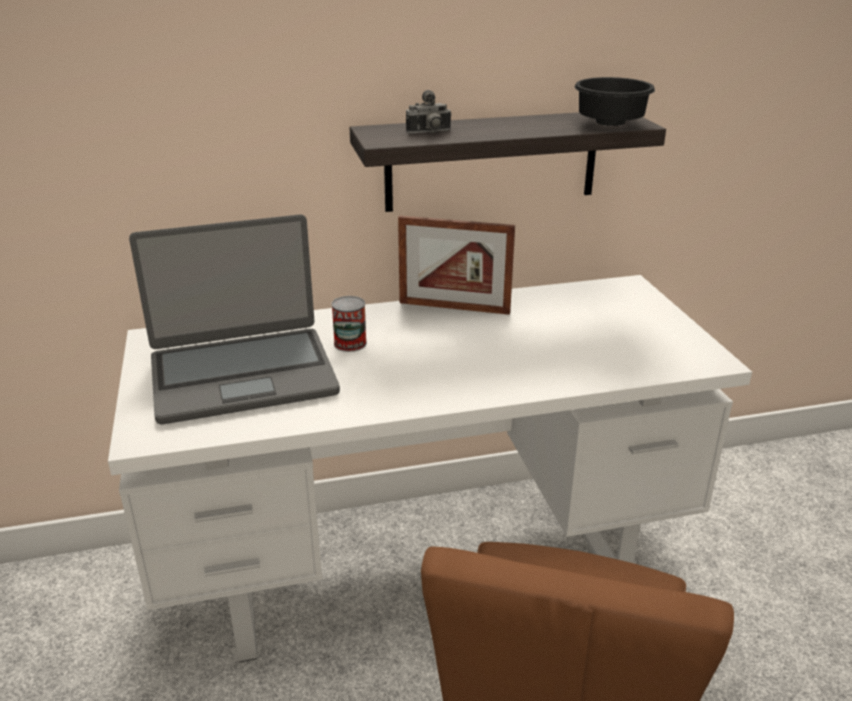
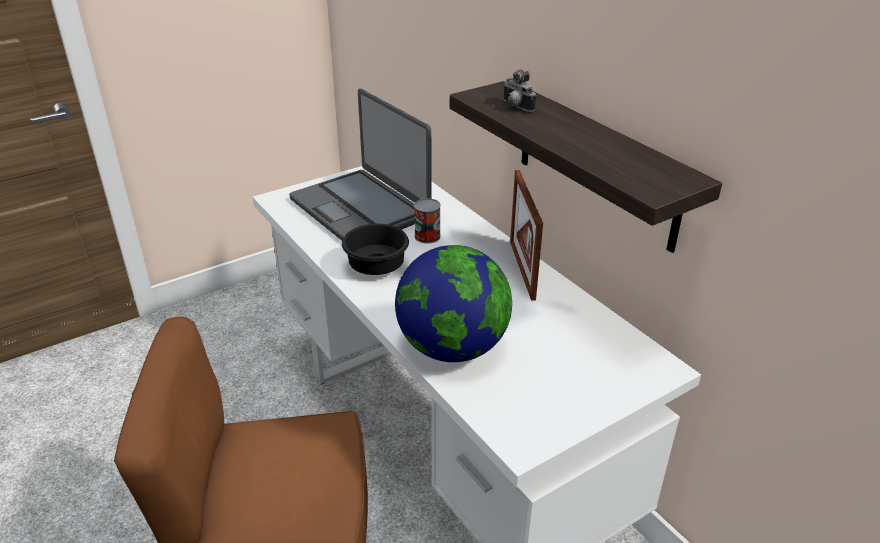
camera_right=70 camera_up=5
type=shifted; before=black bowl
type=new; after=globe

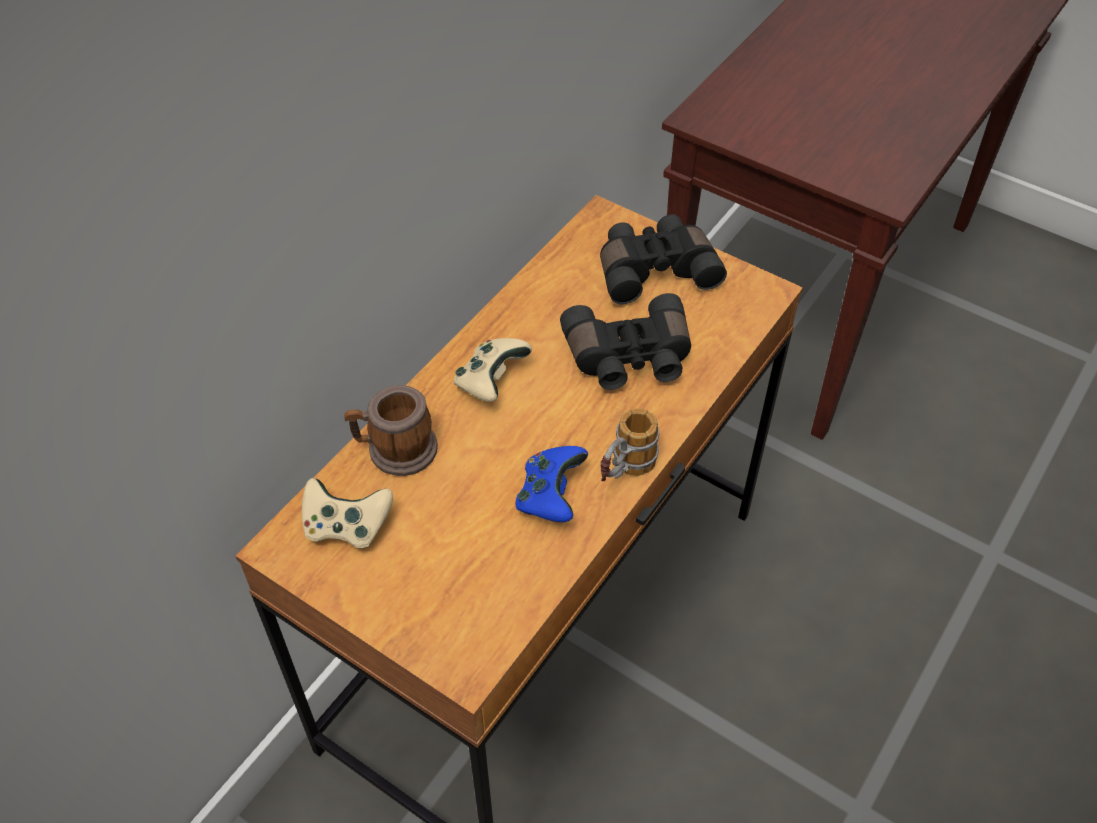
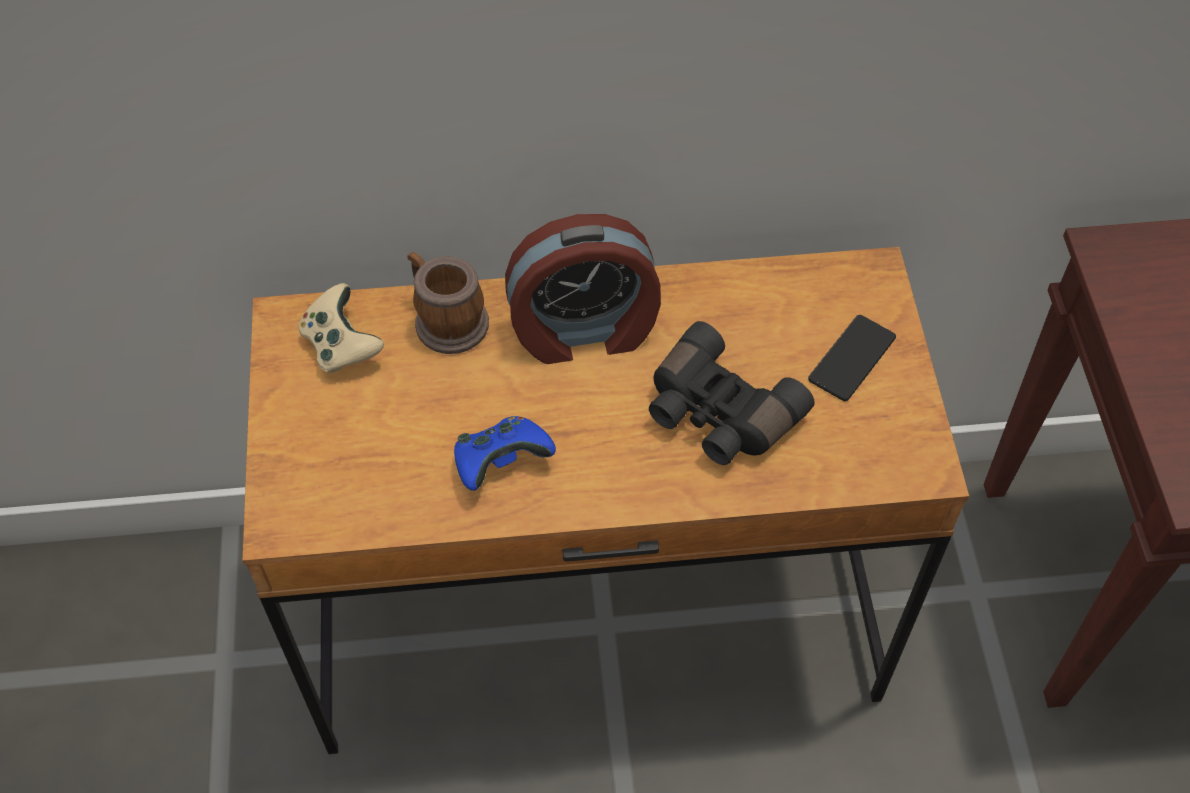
camera_right=50 camera_up=5
type=swapped; before=beige game controller (no. 2 from left); after=alarm clock
type=swapped; before=black binoculars (no. 2 from left); after=phone
type=gone; before=mug (no. 2 from left)

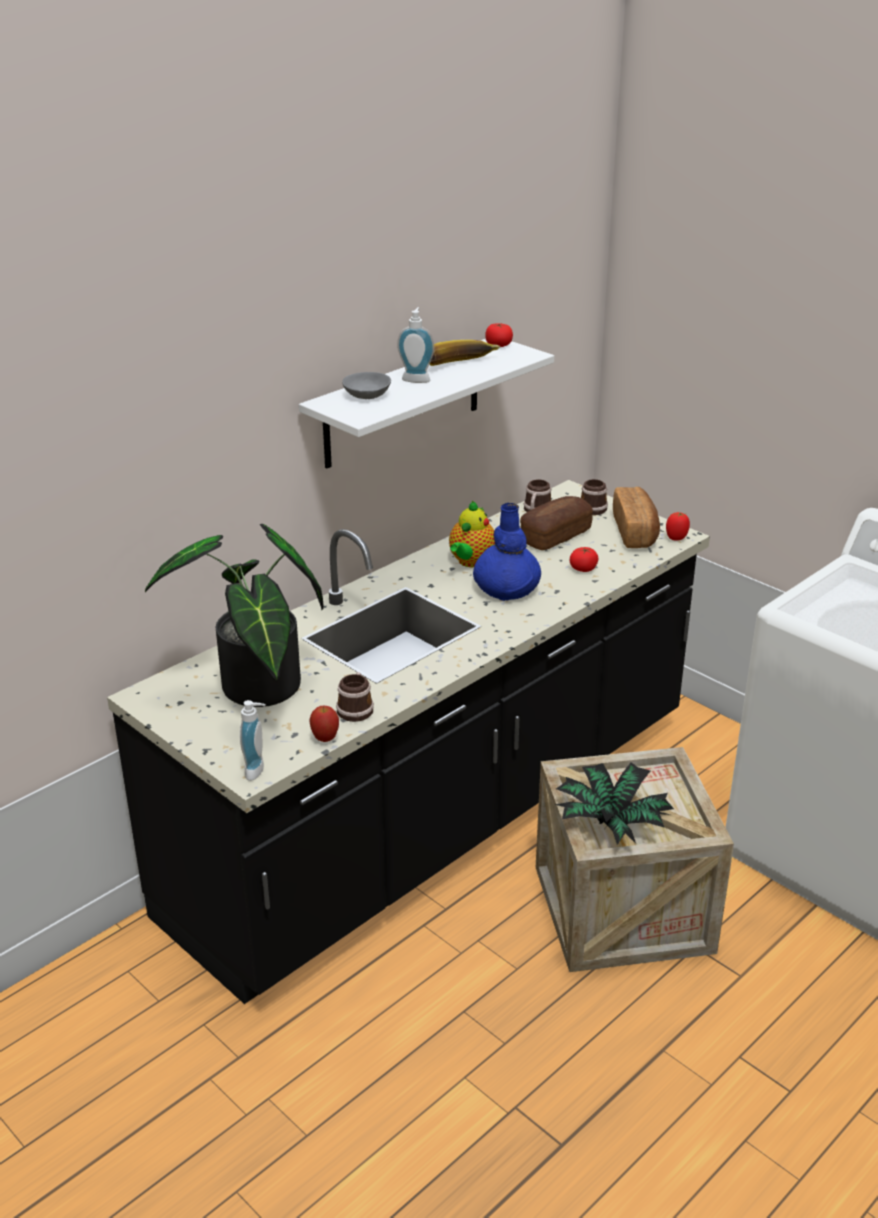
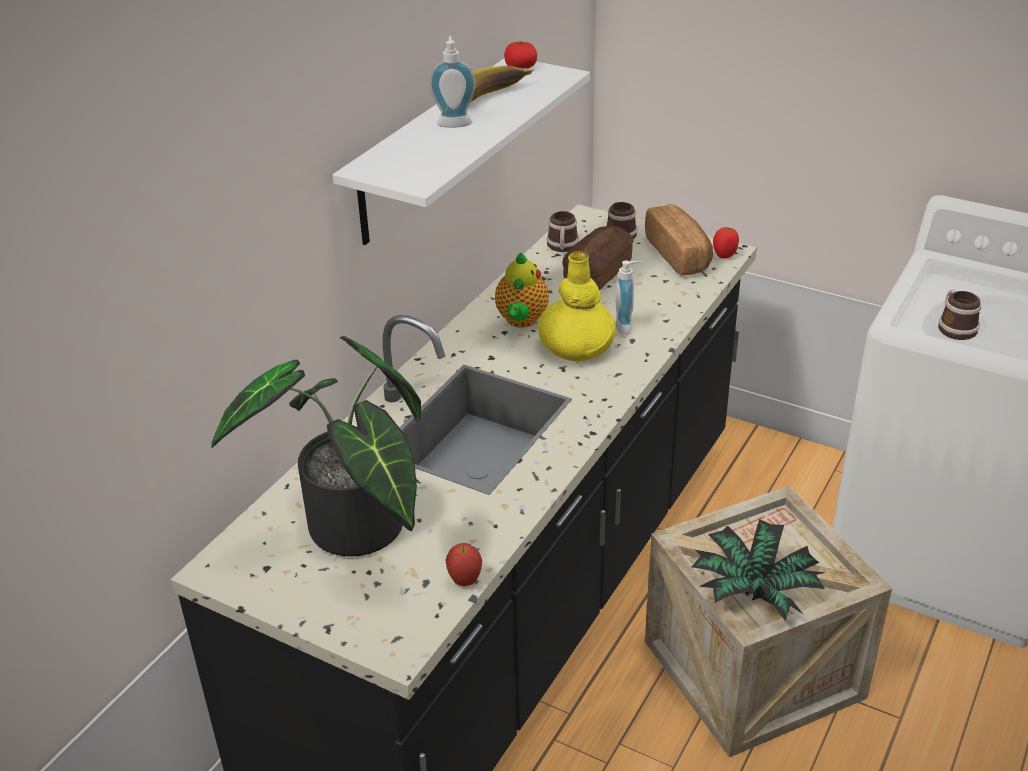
camera_right=-15 camera_up=5
type=shifted; before=soap dispenser (no. 1 from left in the first image); after=soap dispenser (no. 2 from left)
type=shifted; before=mug (no. 1 from left in the first image); after=mug (no. 3 from left)
type=gone; before=grey bowl
type=repainted; before=blue vase; after=yellow vase
type=gone; before=tomato (no. 2 from left)

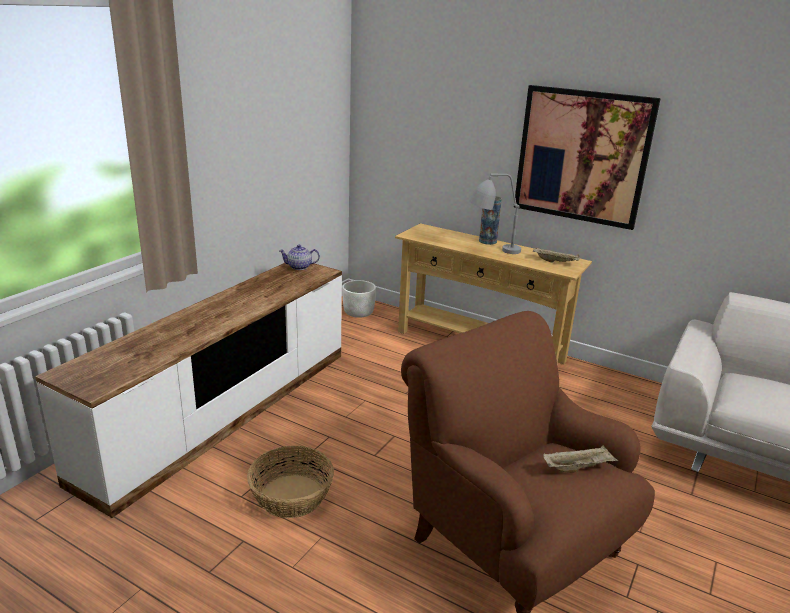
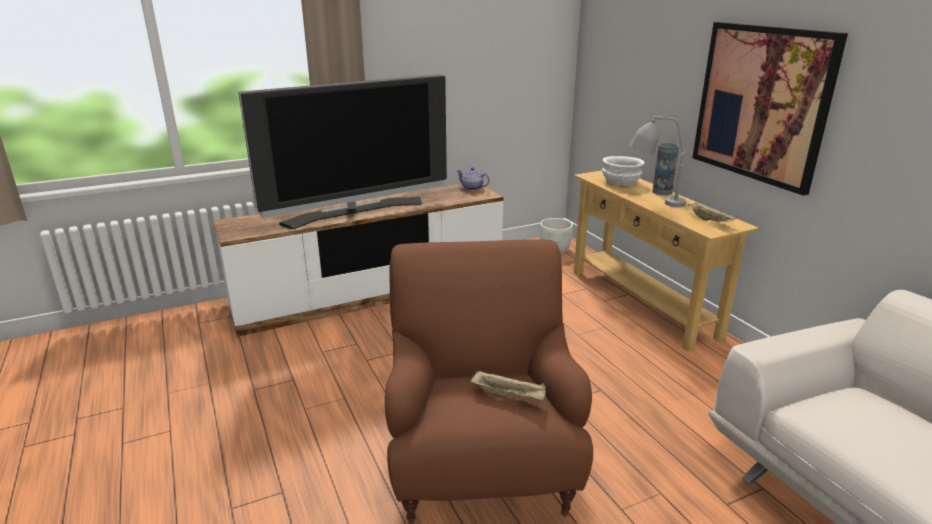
camera_right=35 camera_up=0
type=gone; before=basket
type=new; after=television
type=new; after=white bowl

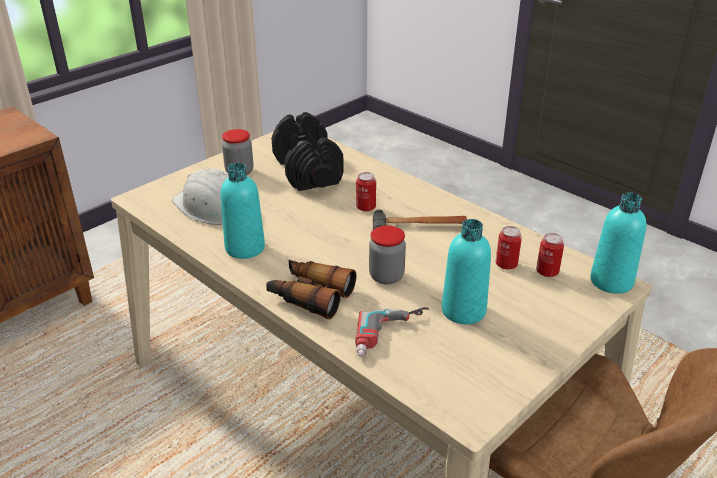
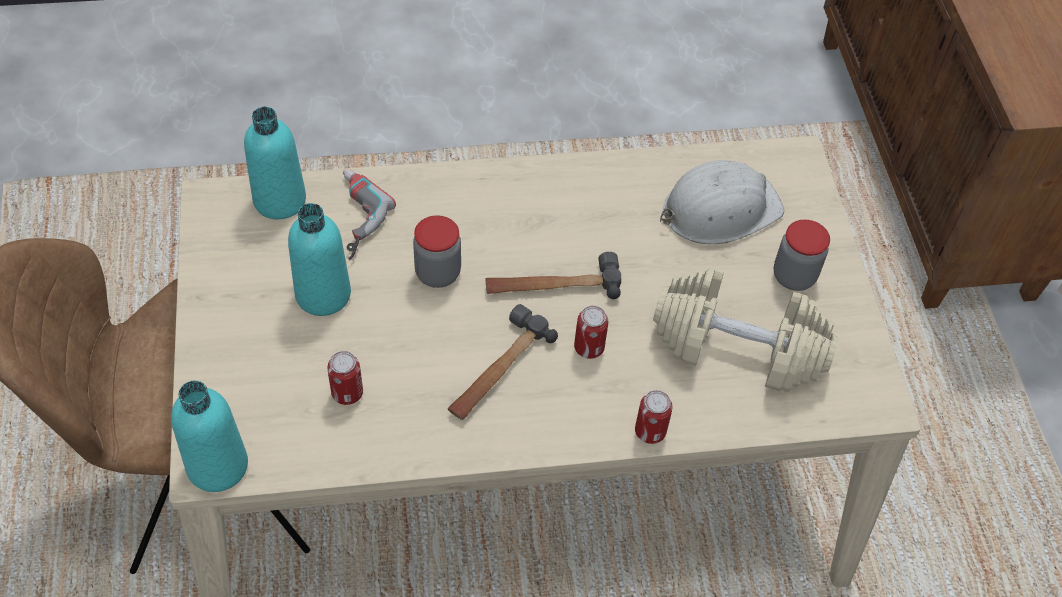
camera_right=125 camera_up=20
type=shifted; before=turquoise bottle (no. 1 from left in the first image); after=turquoise bottle (no. 2 from left)
type=gone; before=binoculars
type=repainted; before=black dumbbell; after=beige dumbbell
type=shifted; before=can (no. 3 from left)
type=new; after=hammer (no. 2 from left)

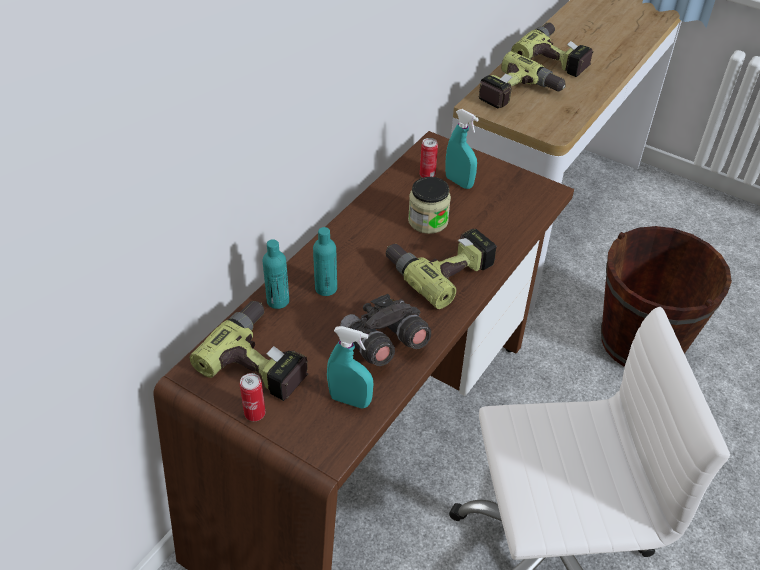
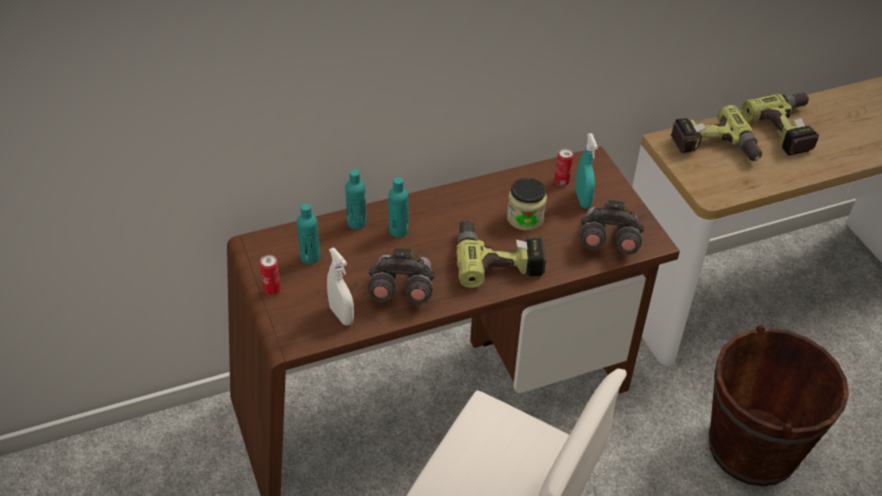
camera_right=35 camera_up=0
type=swapped; before=power drill (no. 1 from left); after=turquoise bottle (no. 1 from left)
type=repainted; before=turquoise spray bottle (no. 1 from left); after=white spray bottle
type=new; after=grey binoculars (no. 2 from left)

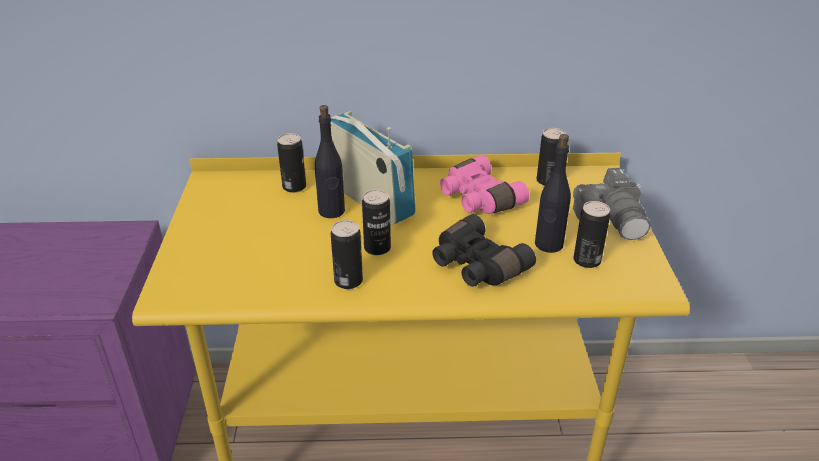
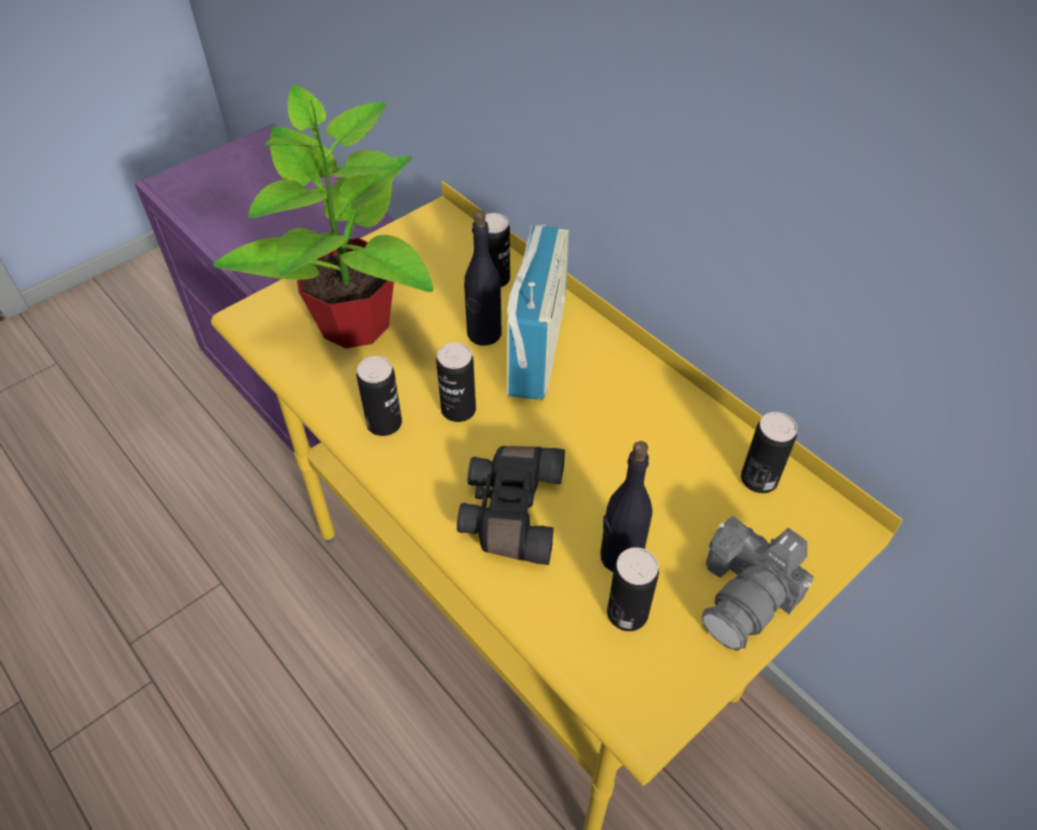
camera_right=50 camera_up=15
type=gone; before=pink binoculars
type=new; after=potted plant

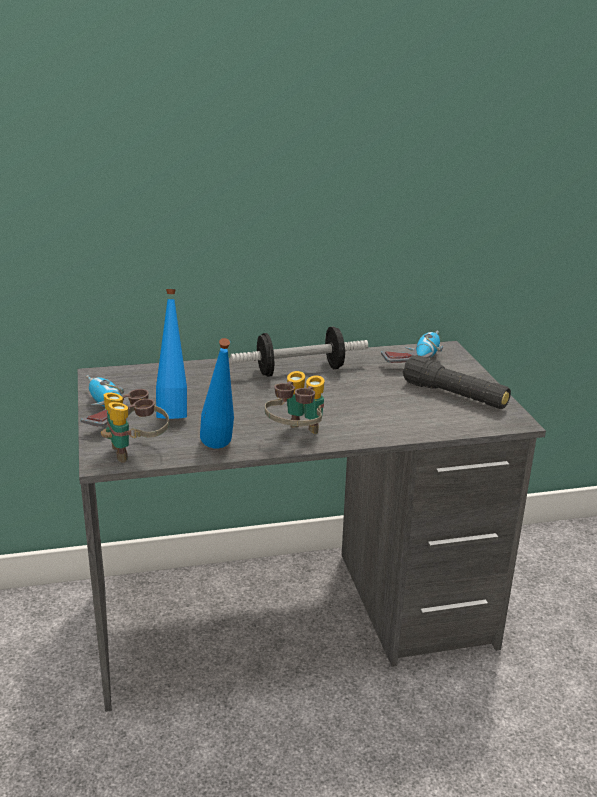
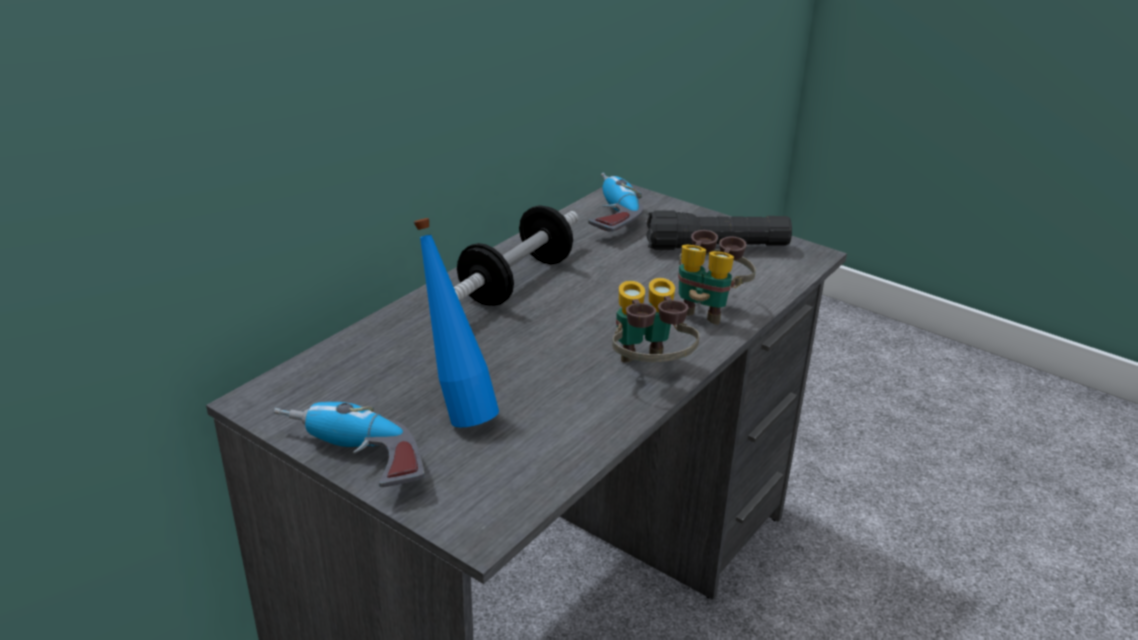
camera_right=-40 camera_up=5
type=shifted; before=binoculars (no. 1 from left in the first image); after=binoculars (no. 2 from left)
type=gone; before=blue bottle (no. 2 from left)

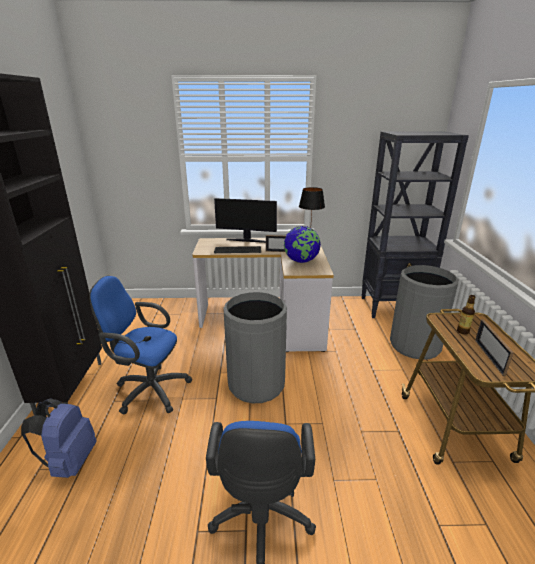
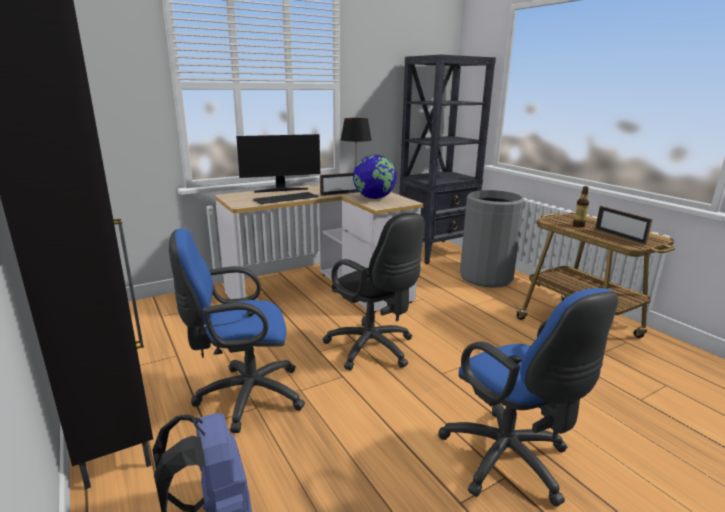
camera_right=-30 camera_up=-5
type=swapped; before=grey trash can (no. 1 from left); after=black office chair

